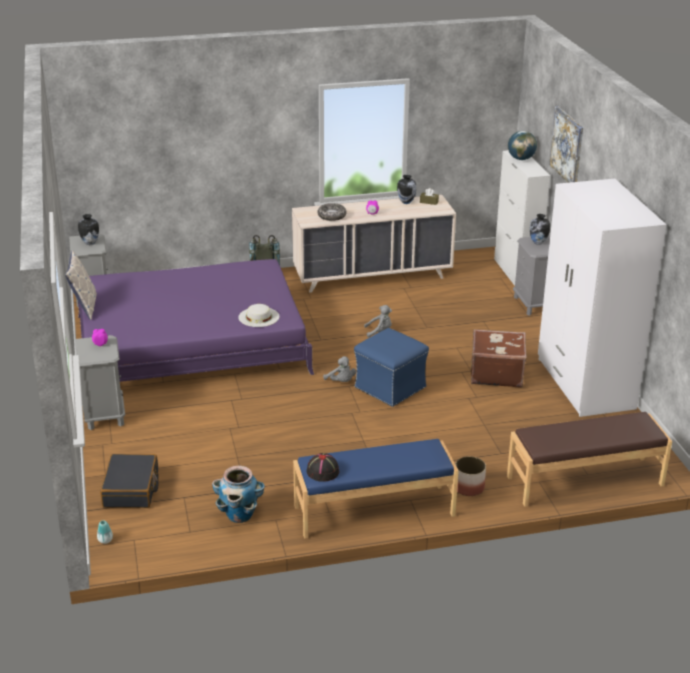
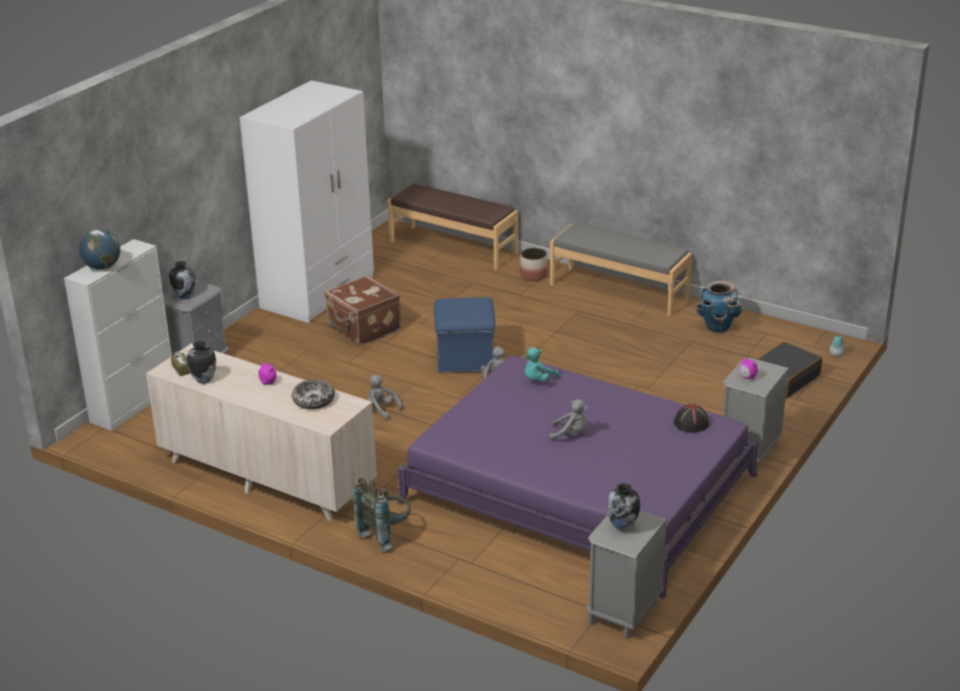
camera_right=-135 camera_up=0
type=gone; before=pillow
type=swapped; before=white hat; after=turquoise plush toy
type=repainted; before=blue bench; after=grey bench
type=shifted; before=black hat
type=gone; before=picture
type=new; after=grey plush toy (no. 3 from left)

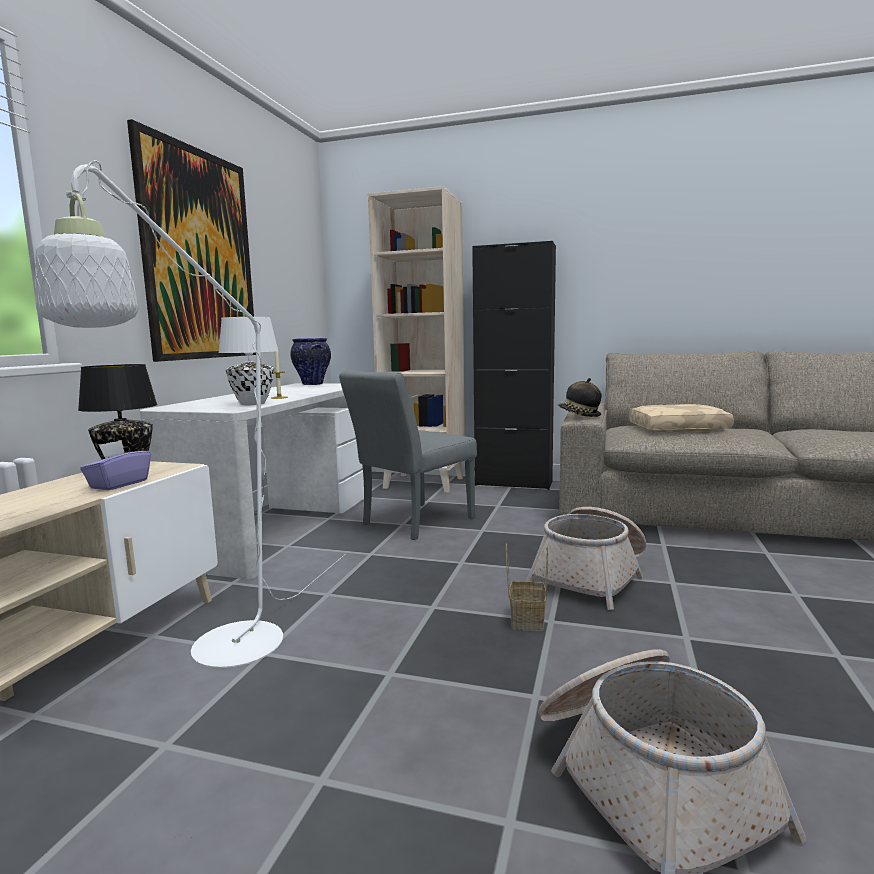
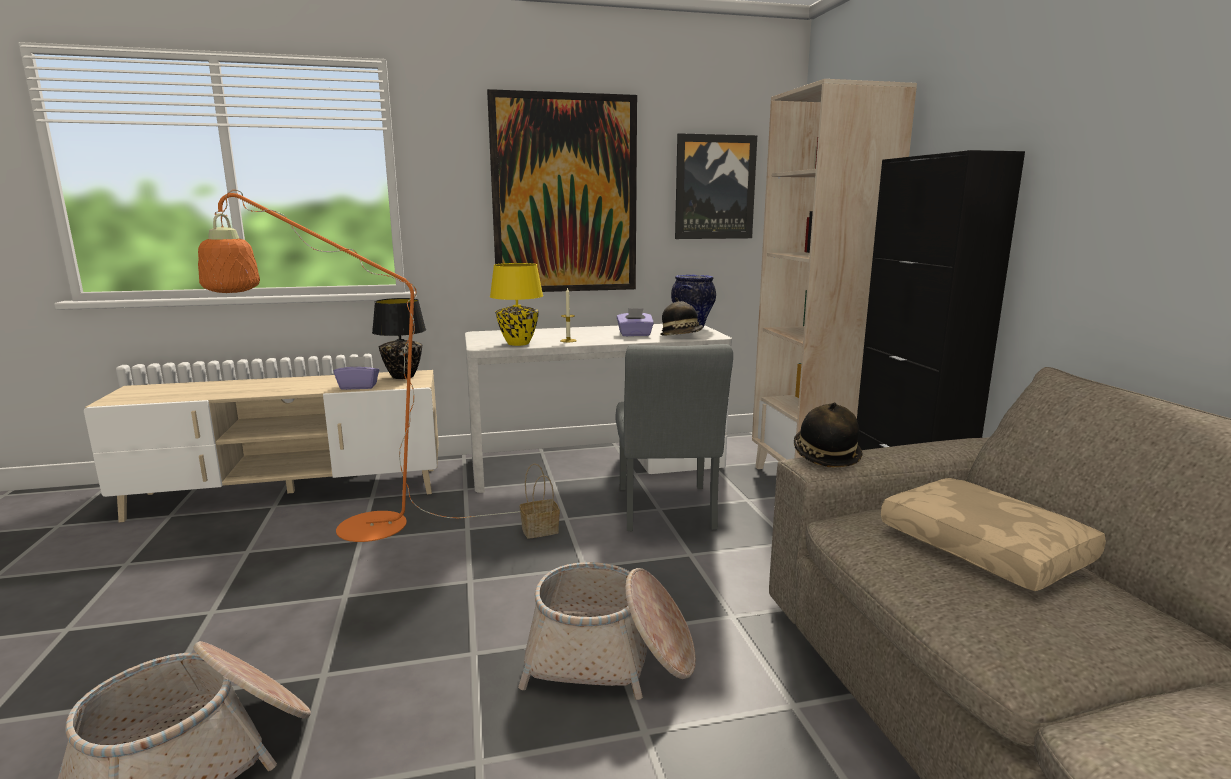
camera_right=60 camera_up=5
type=repainted; before=white floor lamp; after=orange floor lamp
type=repainted; before=white table lamp; after=yellow table lamp
type=rotated; before=grey chair; turn=-105
type=shifted; before=basket (no. 1 from left in the first image); after=basket (no. 2 from left)
type=new; after=purple tissue box (no. 2 from left)
type=new; after=hat (no. 1 from left)
type=new; after=picture (no. 2 from left)

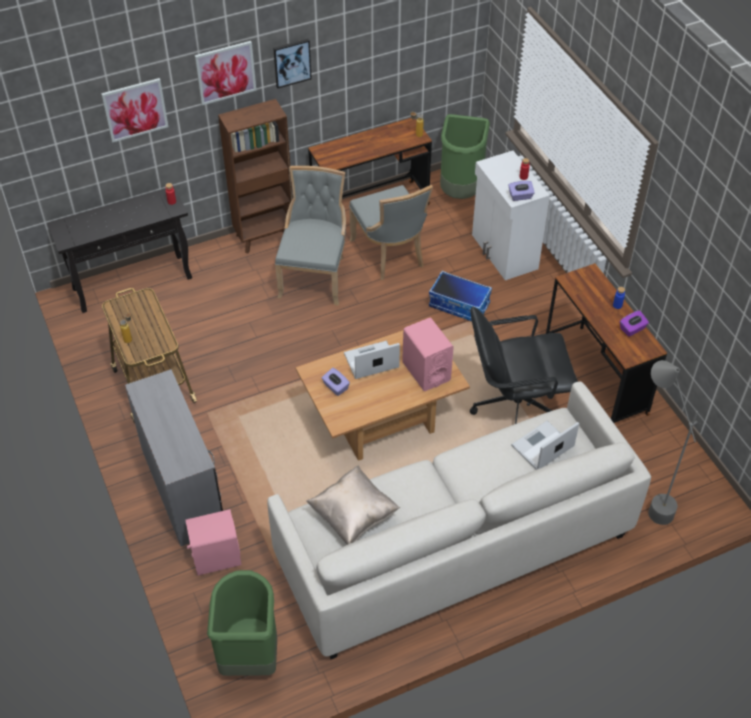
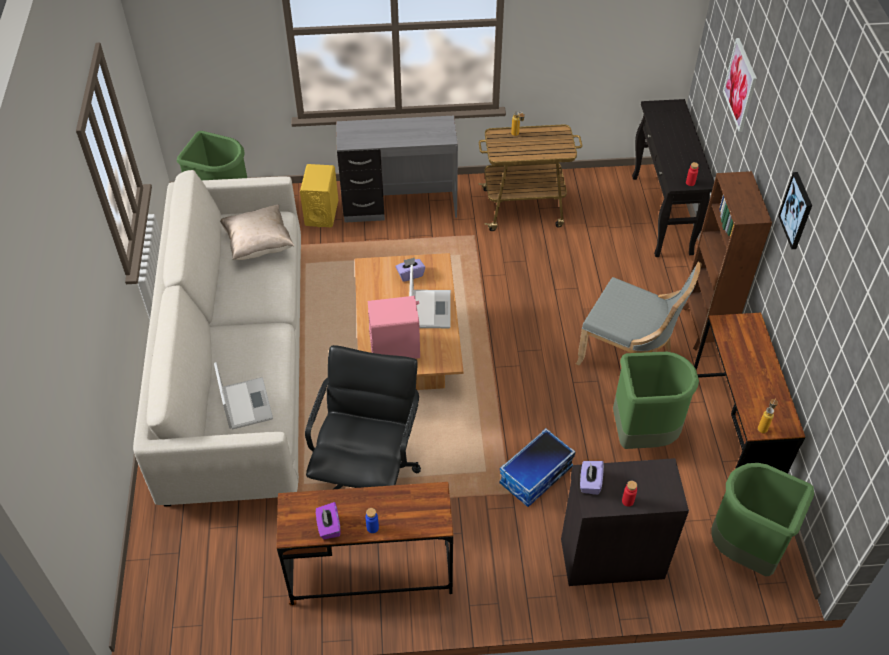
camera_right=110 camera_up=0
type=repainted; before=pink speaker (no. 1 from left); after=yellow speaker
type=gone; before=picture (no. 2 from left)
type=swapped; before=grey chair (no. 2 from left); after=green trash can (no. 2 from left)
type=repainted; before=white cabinet; after=black cabinet
type=gone; before=grey floor lamp

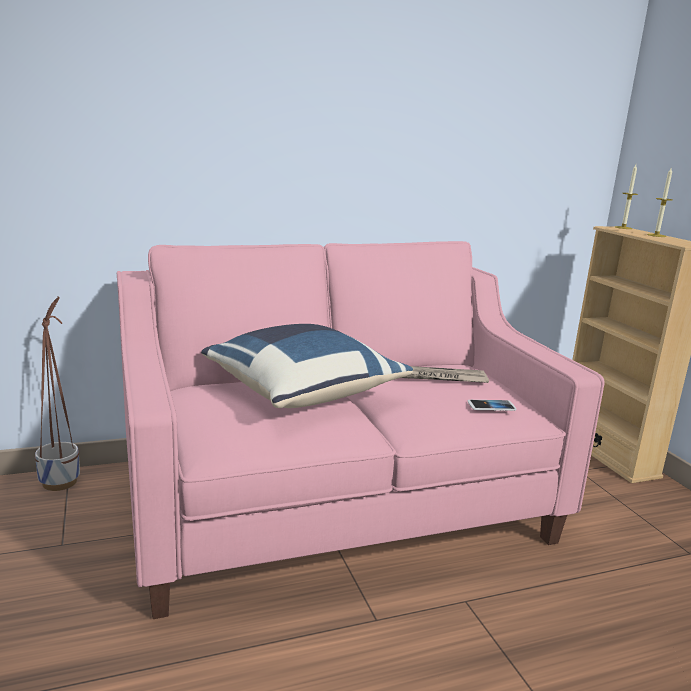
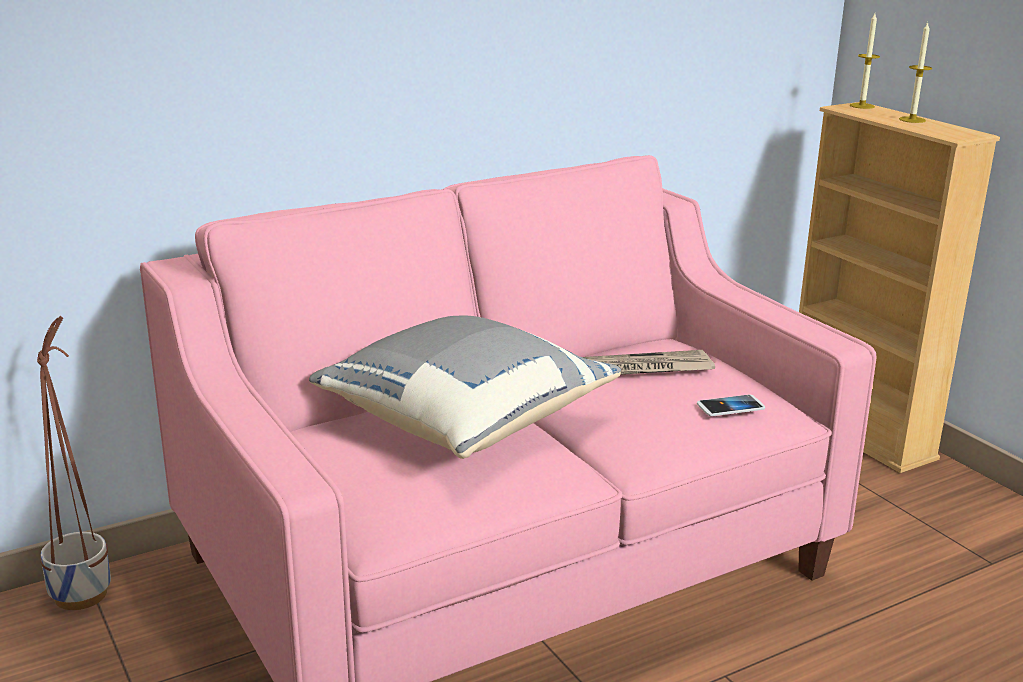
camera_right=-10 camera_up=5
type=repainted; before=blue pillow; after=grey pillow

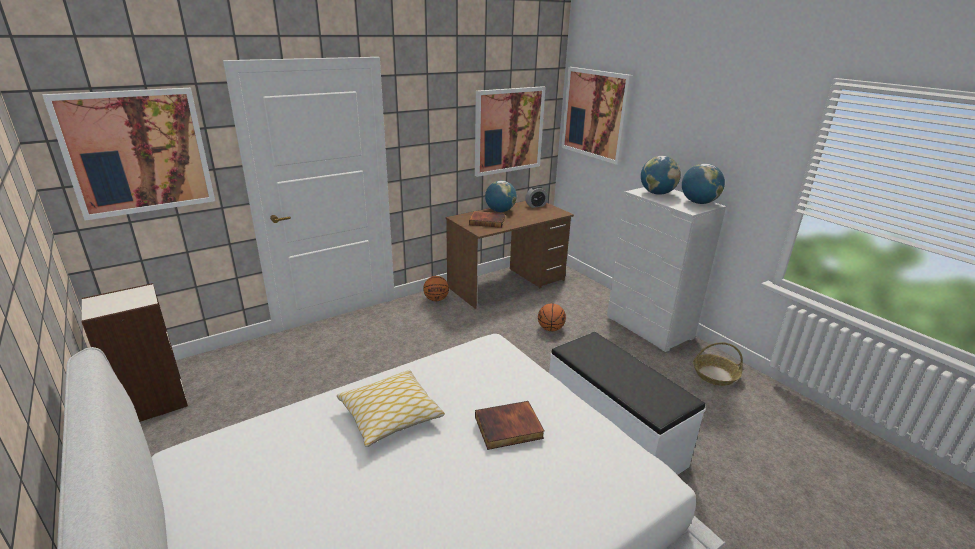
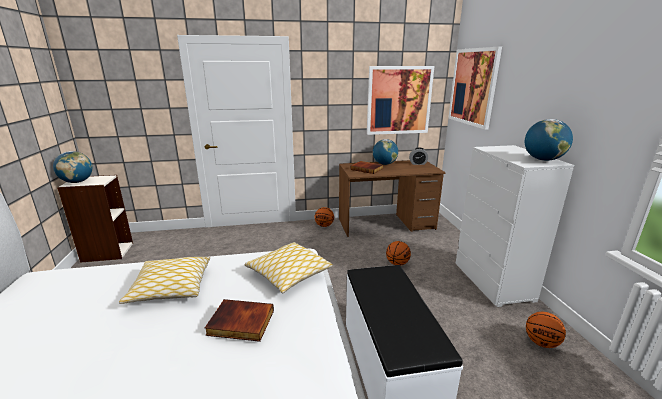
camera_right=25 camera_up=-5
type=gone; before=picture (no. 1 from left)
type=shifted; before=globe (no. 2 from left in the first image); after=globe (no. 1 from left)
type=swapped; before=basket; after=basketball (no. 3 from left)
type=new; after=pillow (no. 2 from left)

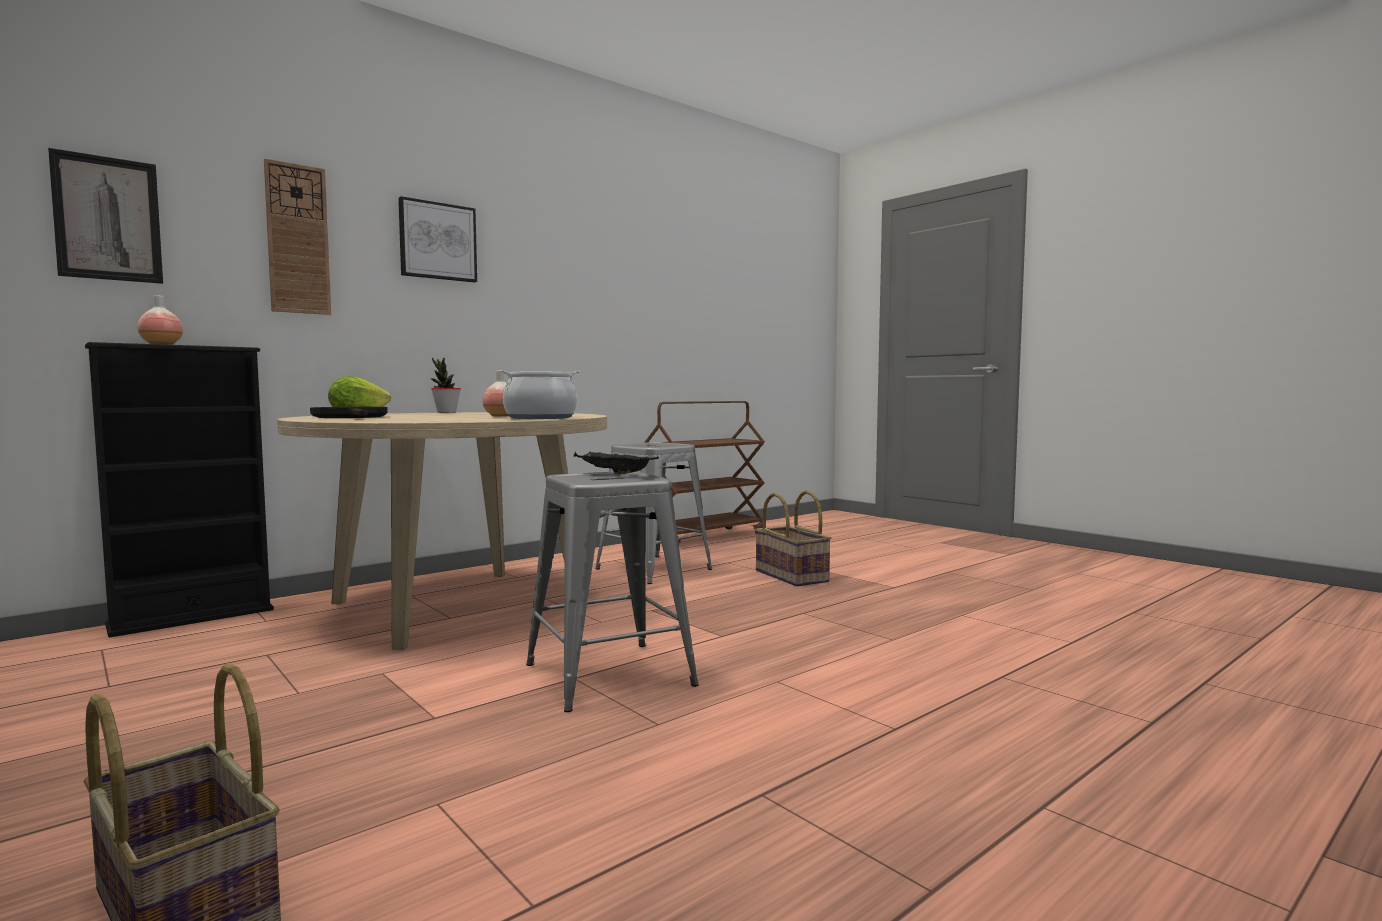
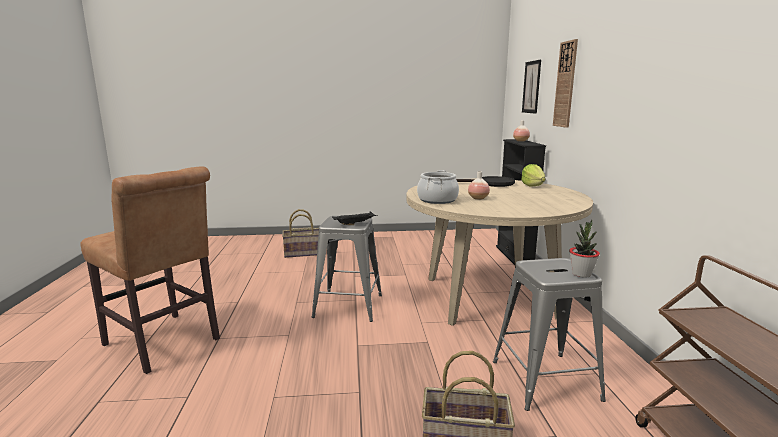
camera_right=125 camera_up=10
type=gone; before=picture (no. 2 from left)
type=shifted; before=potted plant
type=new; after=brown chair

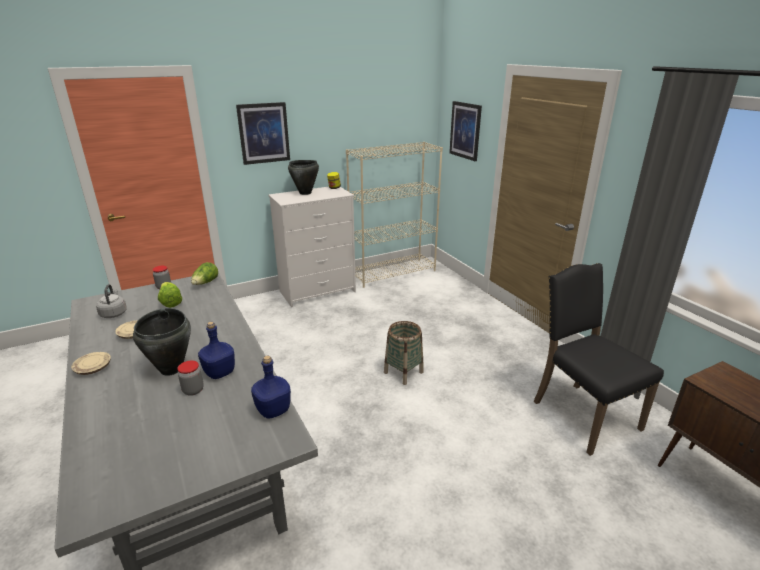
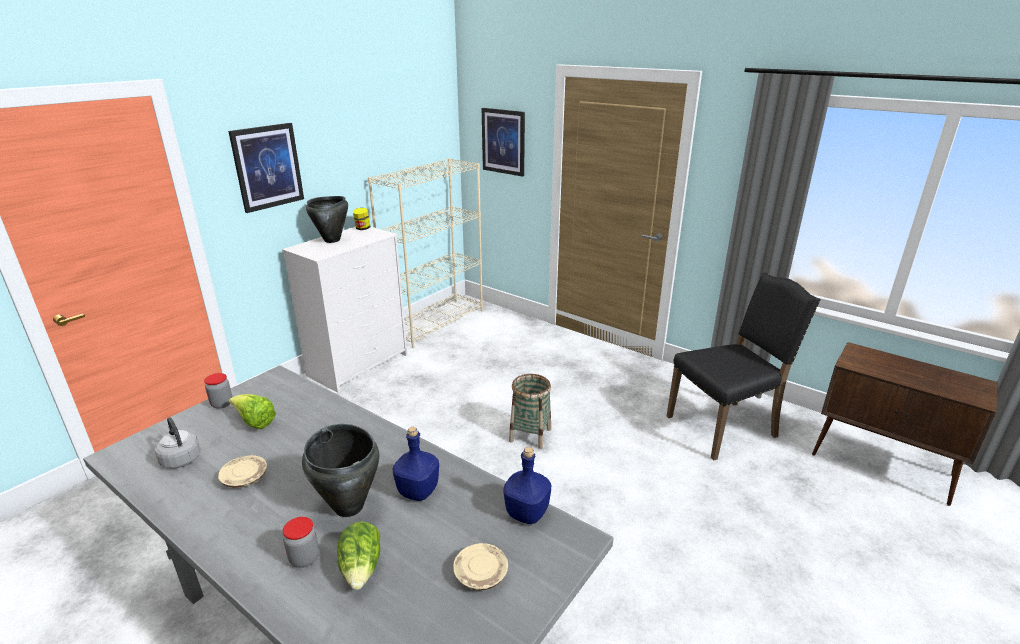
camera_right=-25 camera_up=0
type=shifted; before=beige plate (no. 1 from left in the first image); after=beige plate (no. 2 from left)
type=shifted; before=jar (no. 2 from left)
type=shifted; before=lettuce (no. 2 from left)
type=rotated; before=black chair; turn=120

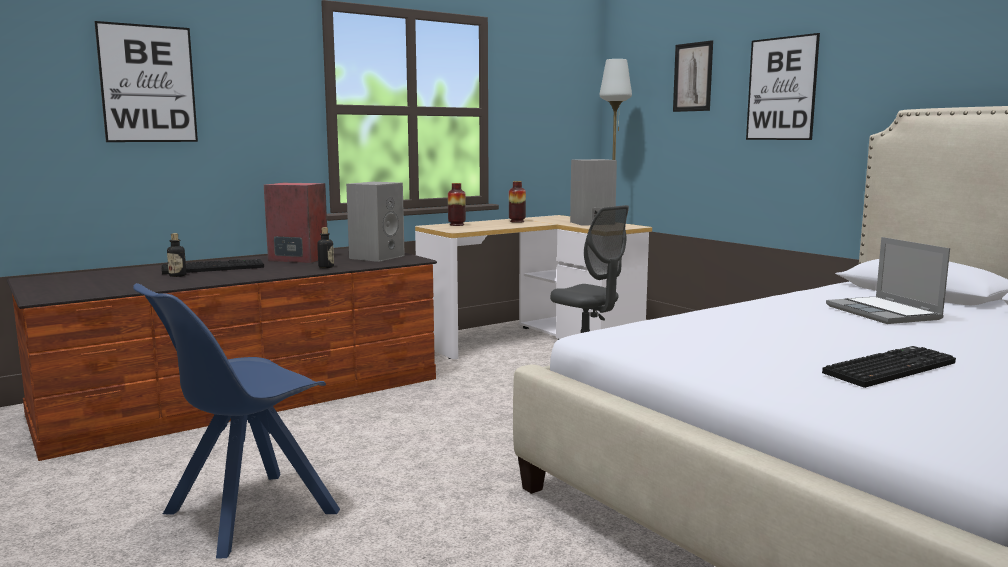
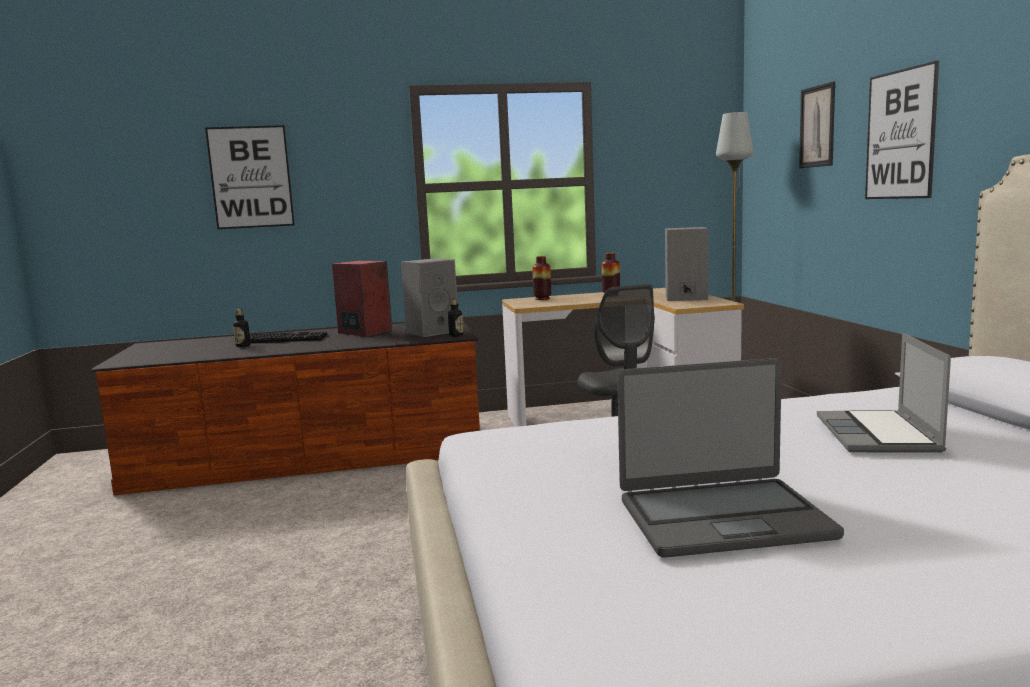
camera_right=25 camera_up=0
type=gone; before=blue chair
type=shifted; before=bottle (no. 2 from left)
type=swapped; before=keyboard (no. 2 from left); after=laptop (no. 1 from left)

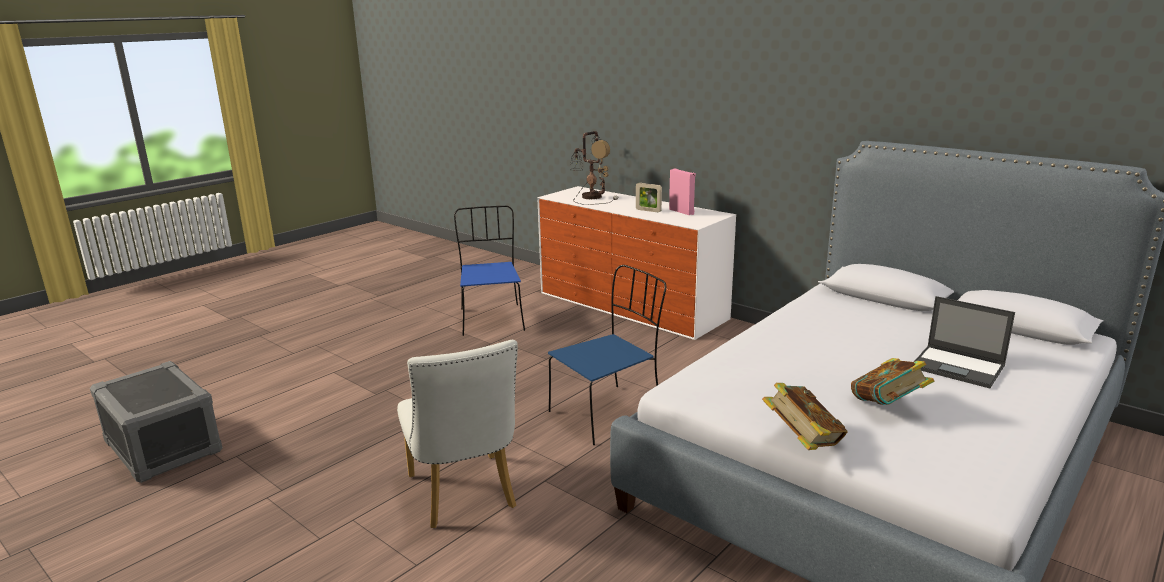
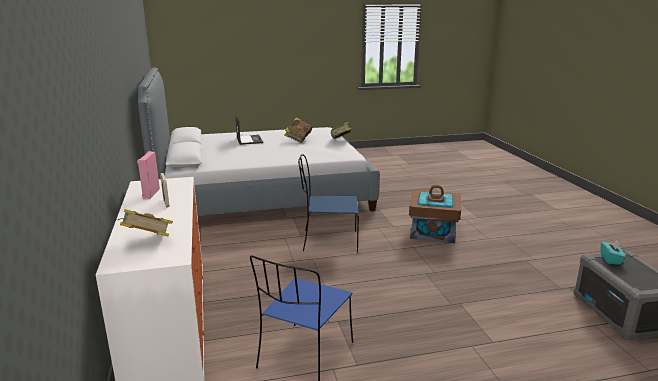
camera_right=-145 camera_up=0
type=swapped; before=white chair; after=brown storage box
type=swapped; before=table lamp; after=book (no. 1 from left)
type=new; after=turquoise tissue box

